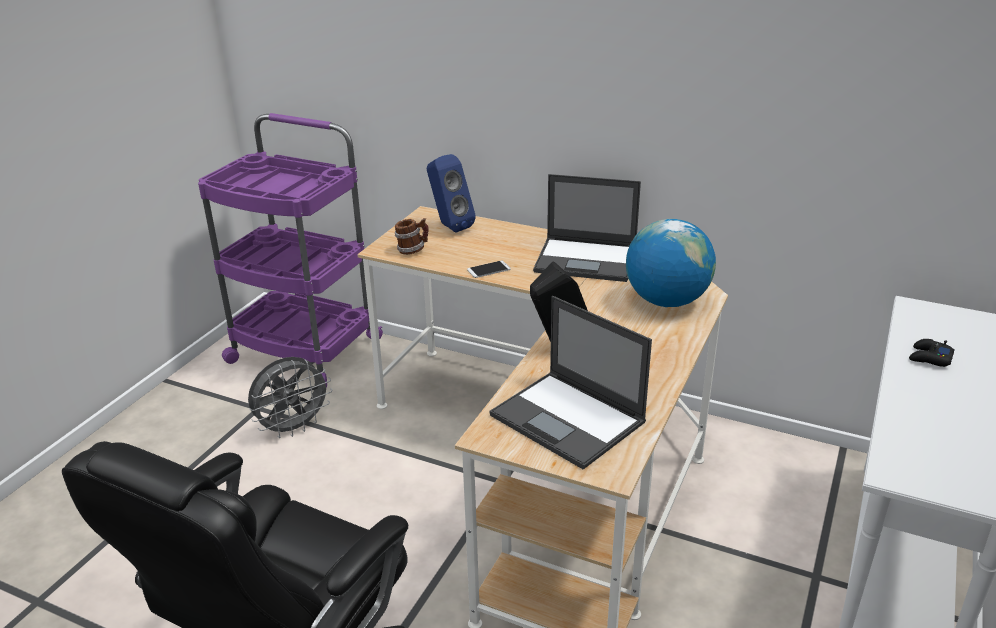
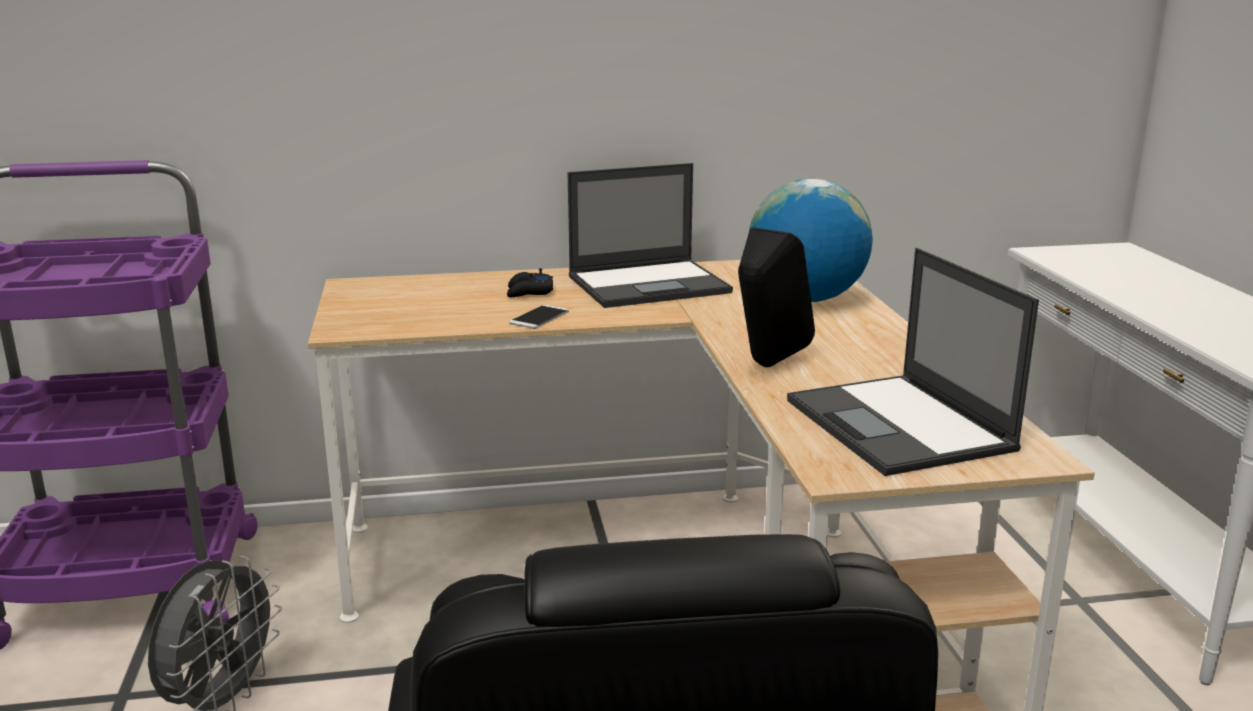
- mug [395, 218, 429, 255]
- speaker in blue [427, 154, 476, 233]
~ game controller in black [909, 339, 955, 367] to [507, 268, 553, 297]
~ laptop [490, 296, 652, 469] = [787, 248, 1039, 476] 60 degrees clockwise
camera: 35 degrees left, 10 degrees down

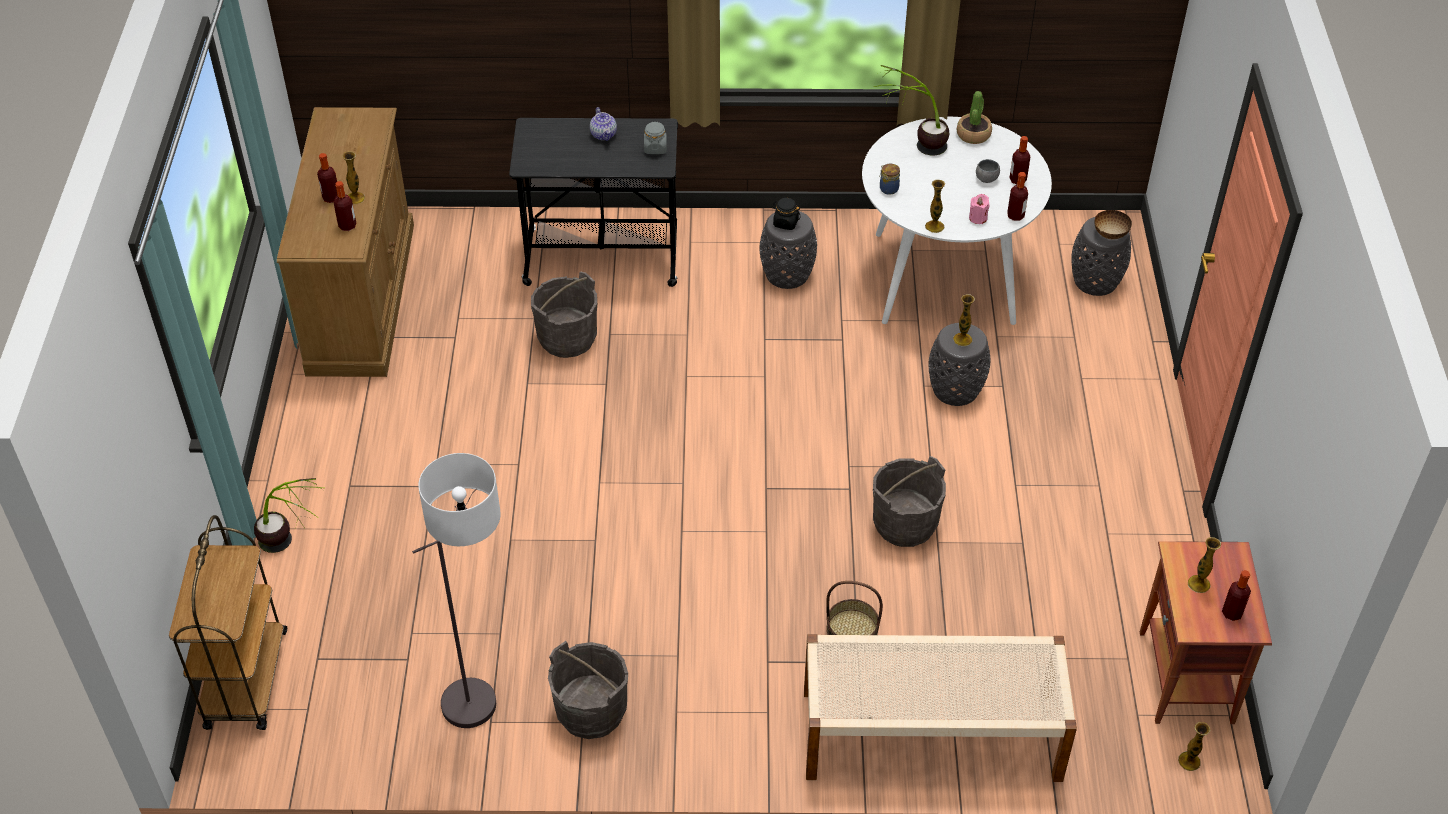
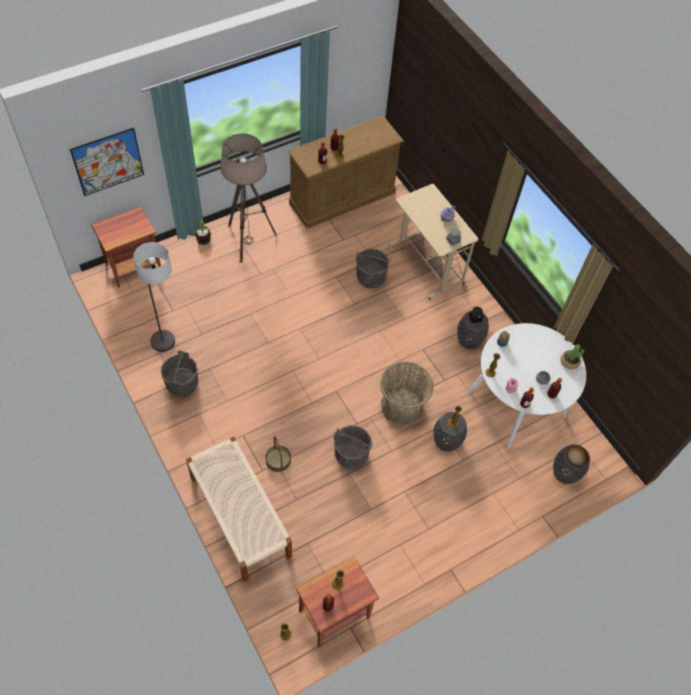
- potted plant [874, 65, 949, 155]
+ picture [70, 127, 144, 196]
+ floor lamp [221, 134, 277, 263]
+ basket [380, 362, 434, 425]
~ cart in brown [169, 515, 287, 730] to nightstand [91, 206, 161, 288]
~ desk in black [509, 118, 678, 287] to desk in beige [389, 184, 478, 301]
camera: 55 degrees right, 10 degrees up

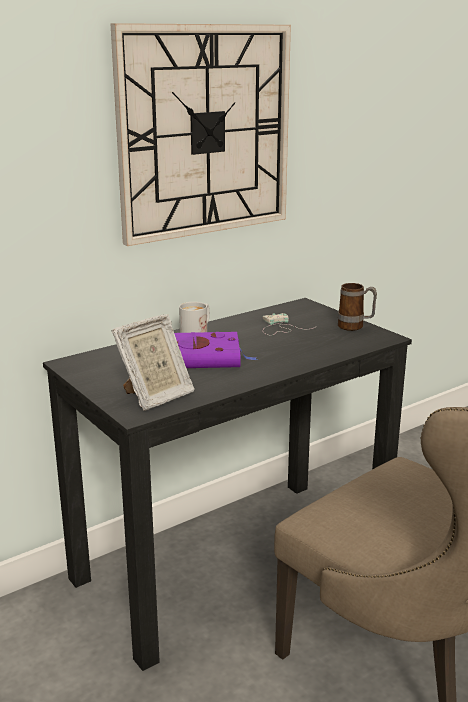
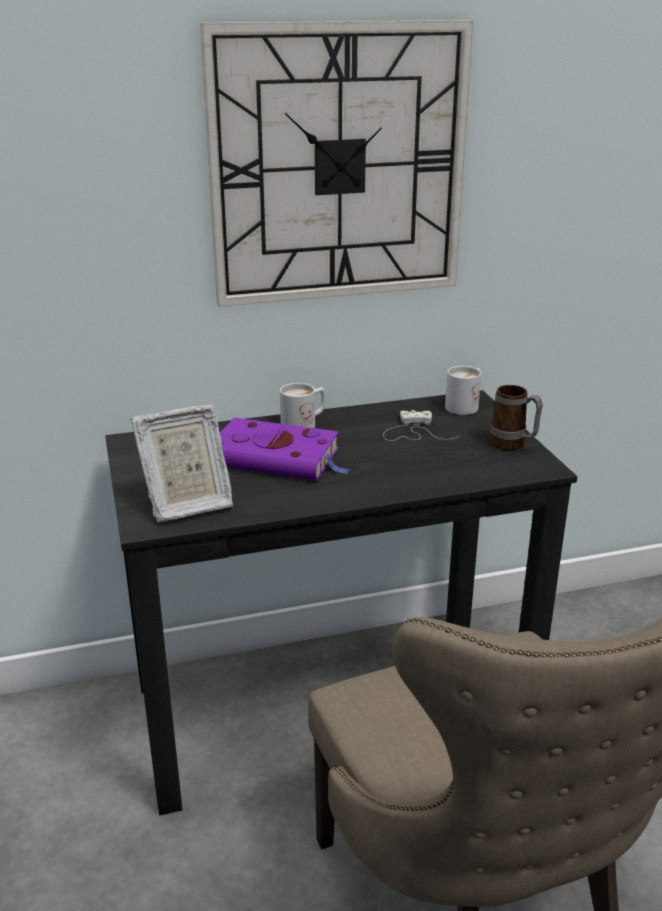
+ mug in white [445, 366, 481, 415]
camera: 20 degrees right, 5 degrees up

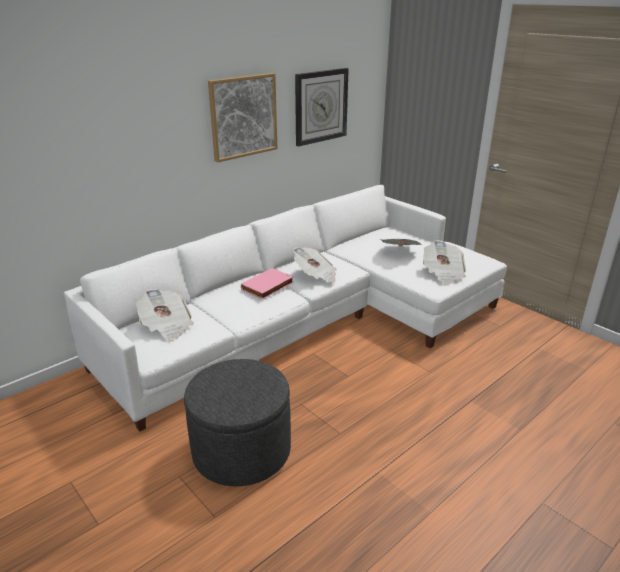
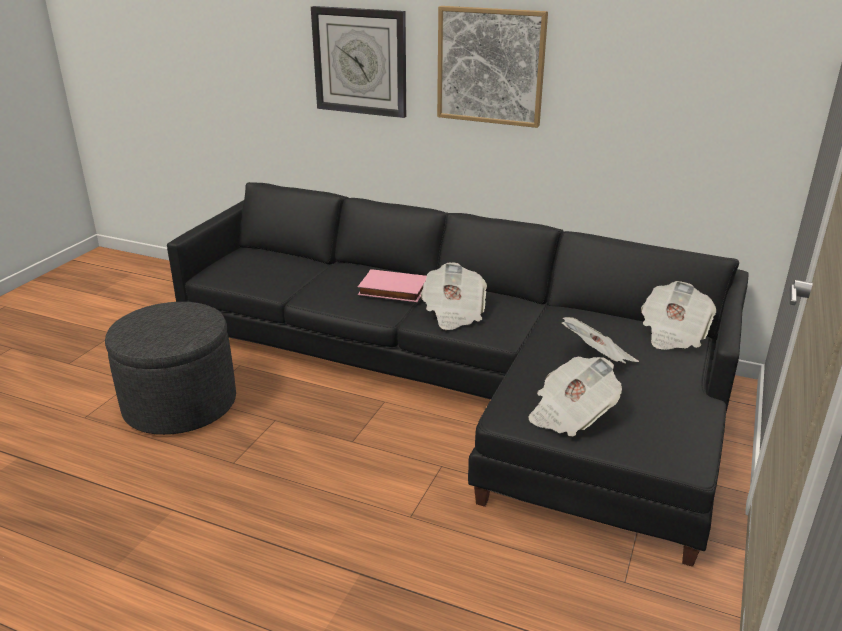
~ newspaper [136, 288, 194, 341] to [641, 281, 717, 350]
~ wall clock [295, 68, 349, 146] to [311, 6, 406, 118]
~ sofa in white [64, 185, 507, 432] to sofa in black [167, 182, 749, 567]
camera: 65 degrees right, 0 degrees up

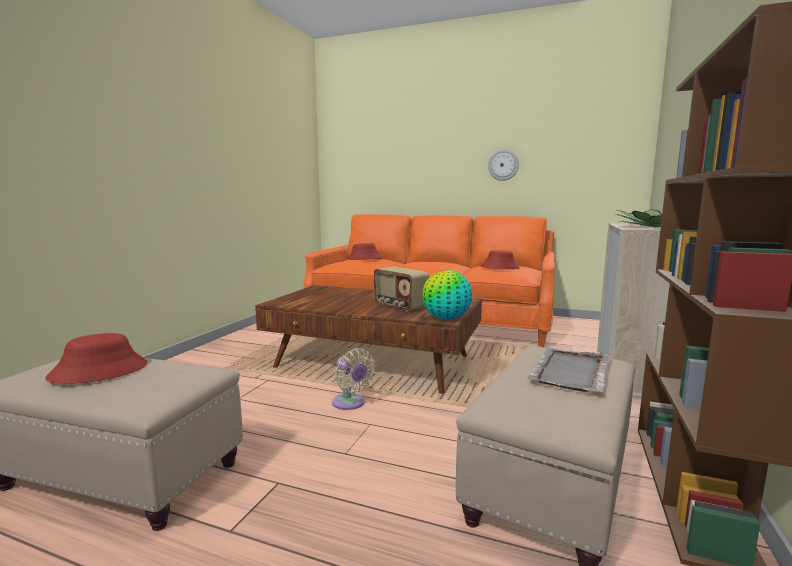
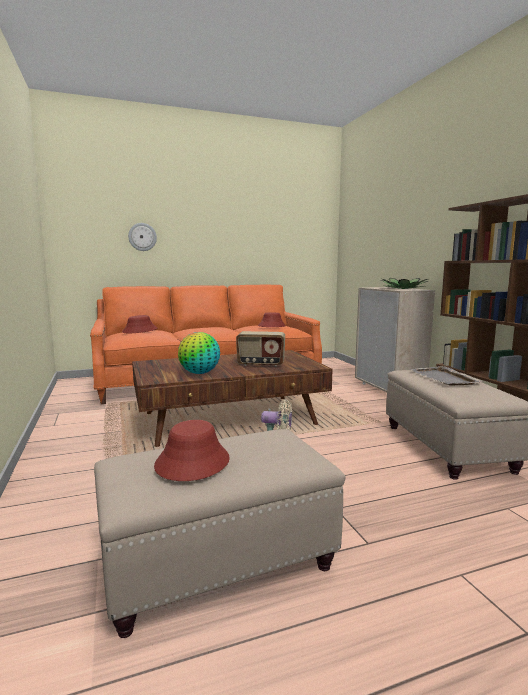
~ globe [422, 270, 473, 320] to [178, 332, 220, 374]
~ wall clock [488, 149, 519, 181] to [128, 223, 157, 251]
camera: 40 degrees left, 0 degrees up

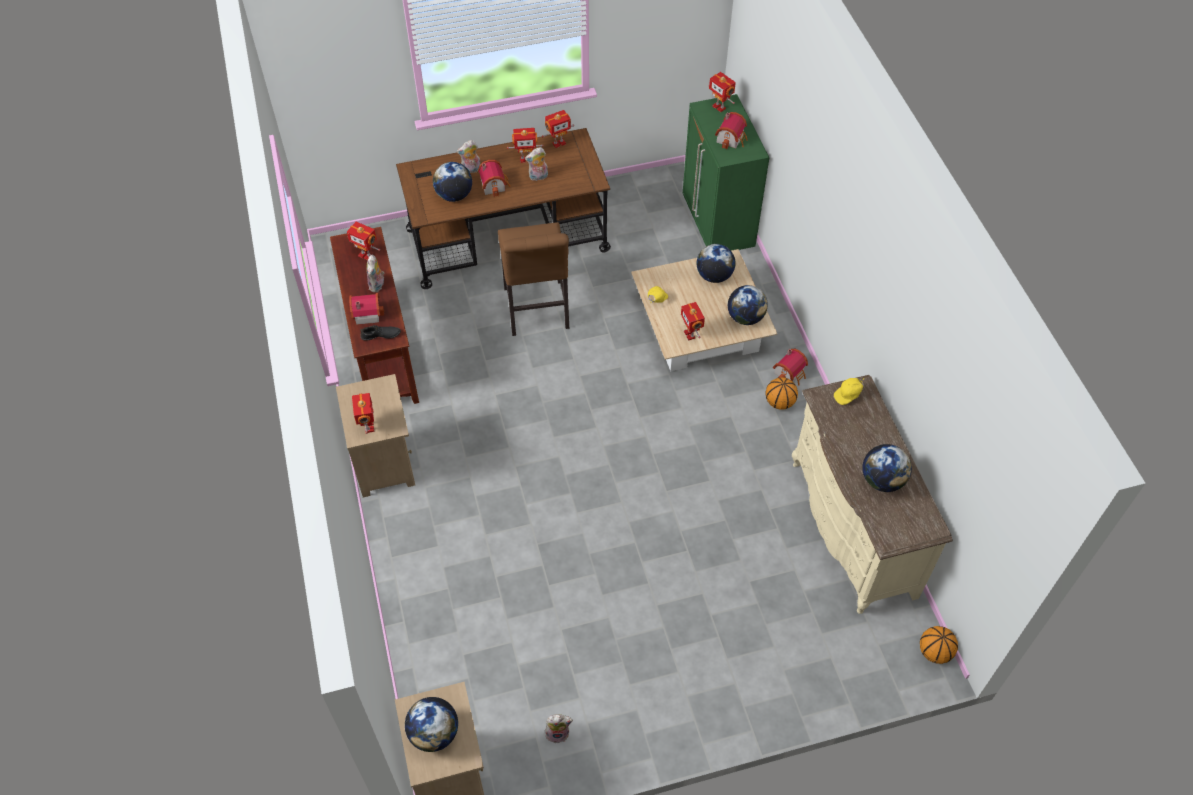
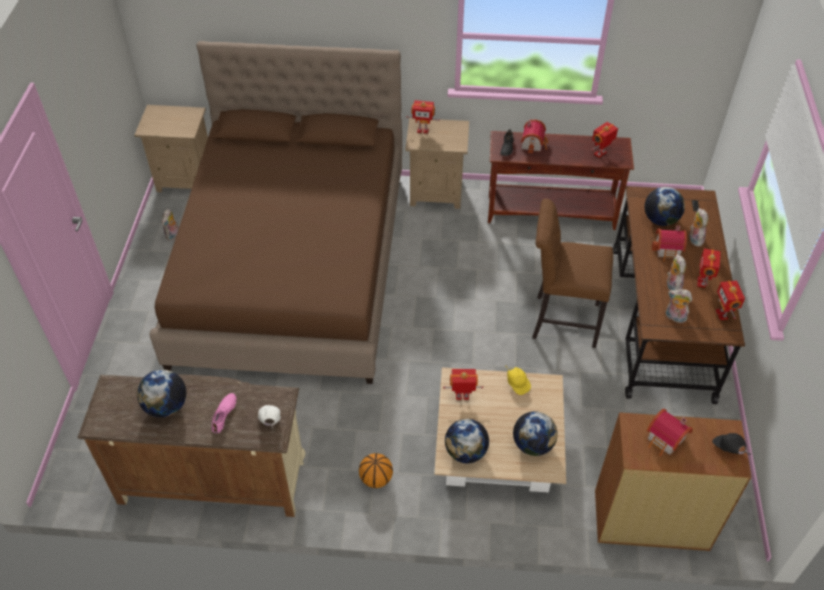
- globe [405, 697, 458, 752]
- toy house [773, 349, 808, 385]
- basketball [920, 626, 958, 664]
+ bed in brown [149, 41, 402, 384]
+ shoe in pink [211, 393, 237, 433]
~ plush toy [366, 255, 384, 292] to [666, 289, 692, 323]
~ toy robot [708, 72, 736, 112] to cap in black [712, 433, 751, 455]
~ cabinet in green [683, 94, 770, 251] to cabinet in brown [595, 412, 752, 551]
~ cap in yellow [834, 377, 865, 405] to cap in white [258, 405, 281, 429]
camera: 110 degrees right, 5 degrees down

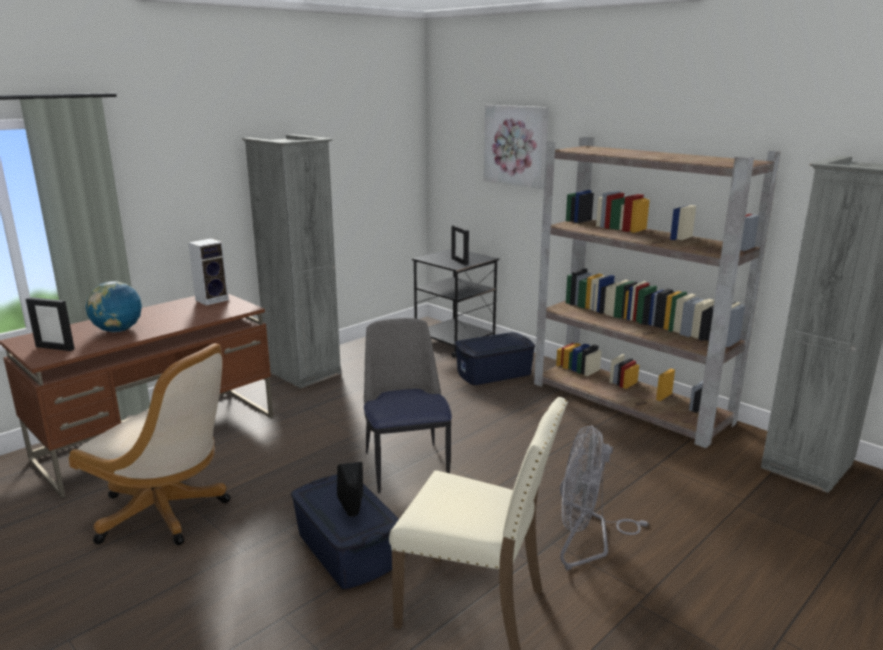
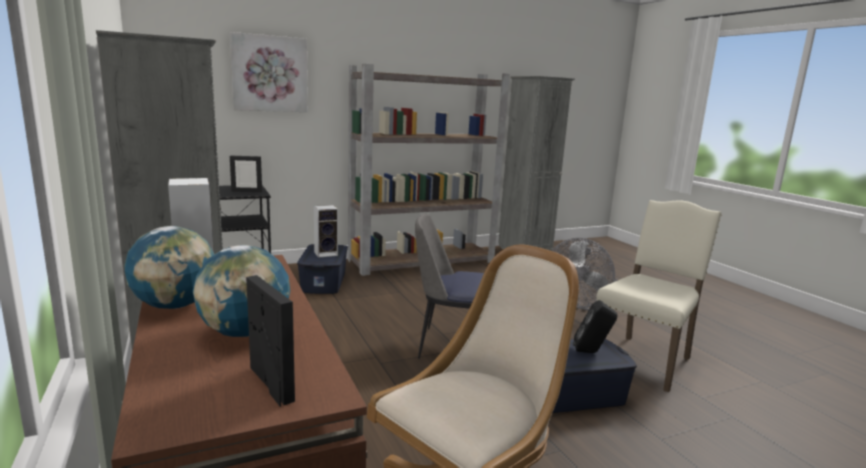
+ globe [125, 226, 214, 309]
+ speaker [314, 205, 338, 258]
~ picture frame [26, 297, 75, 351] = [246, 275, 295, 407] 75 degrees counterclockwise
camera: 70 degrees left, 5 degrees down

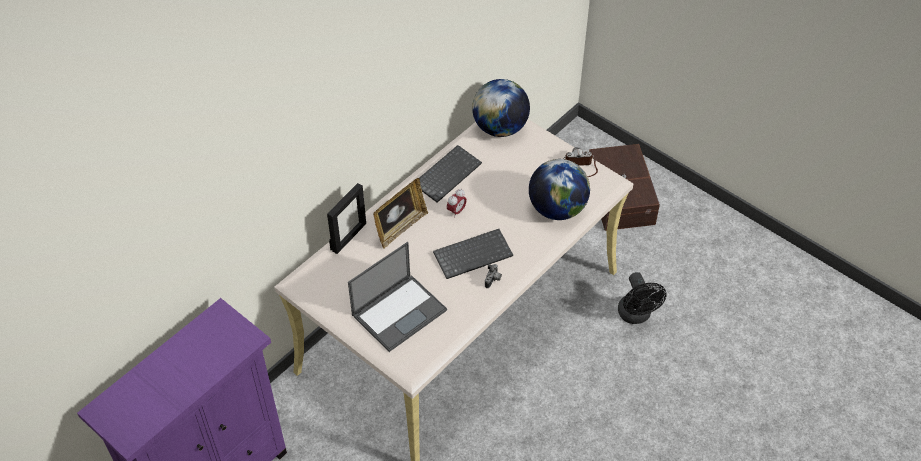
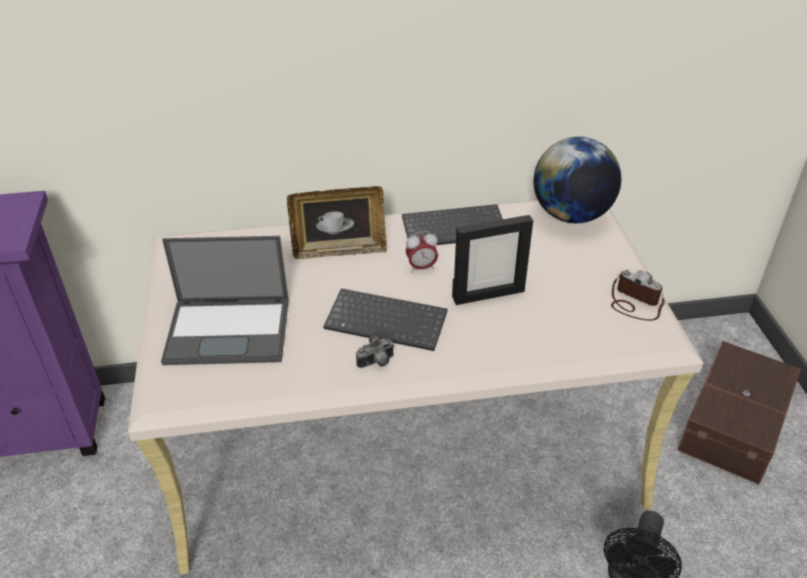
- globe [529, 159, 590, 220]
~ picture frame [327, 183, 366, 254] to [452, 215, 533, 305]
camera: 40 degrees right, 10 degrees down

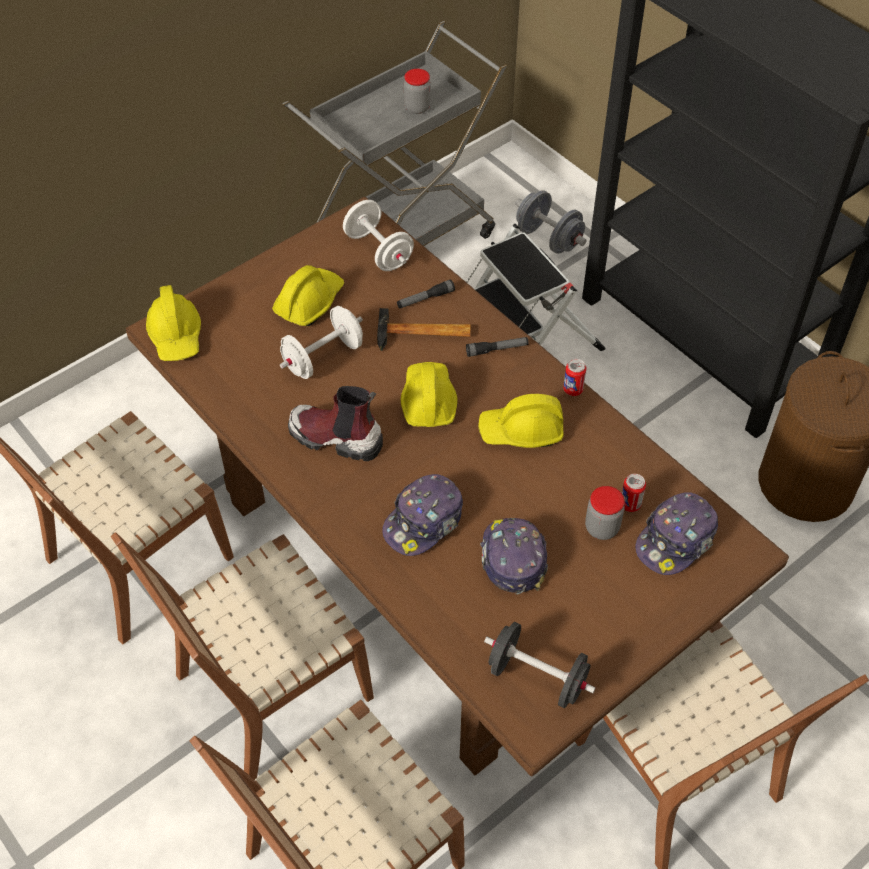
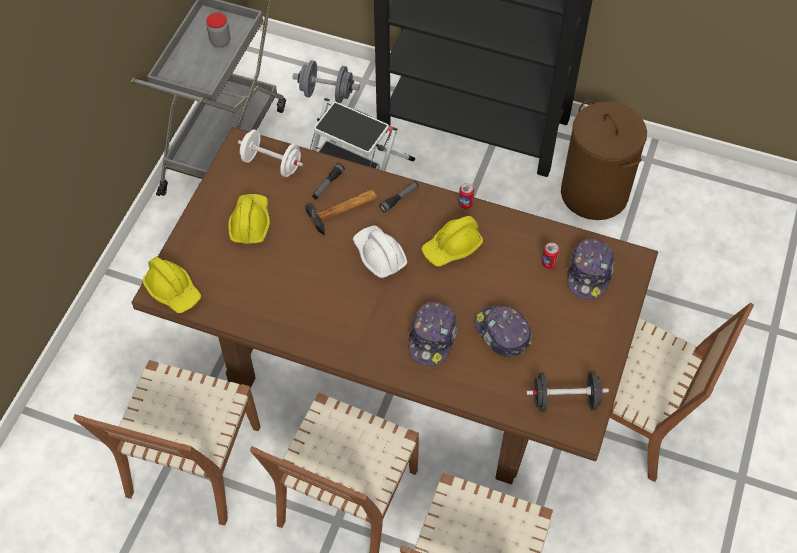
- dumbbell in white [280, 306, 363, 379]
- boot [288, 386, 383, 461]
- jar [585, 486, 625, 540]
~ hard hat in yellow [401, 362, 458, 427] to hard hat in white [353, 226, 407, 278]
camera: 30 degrees left, 5 degrees up

